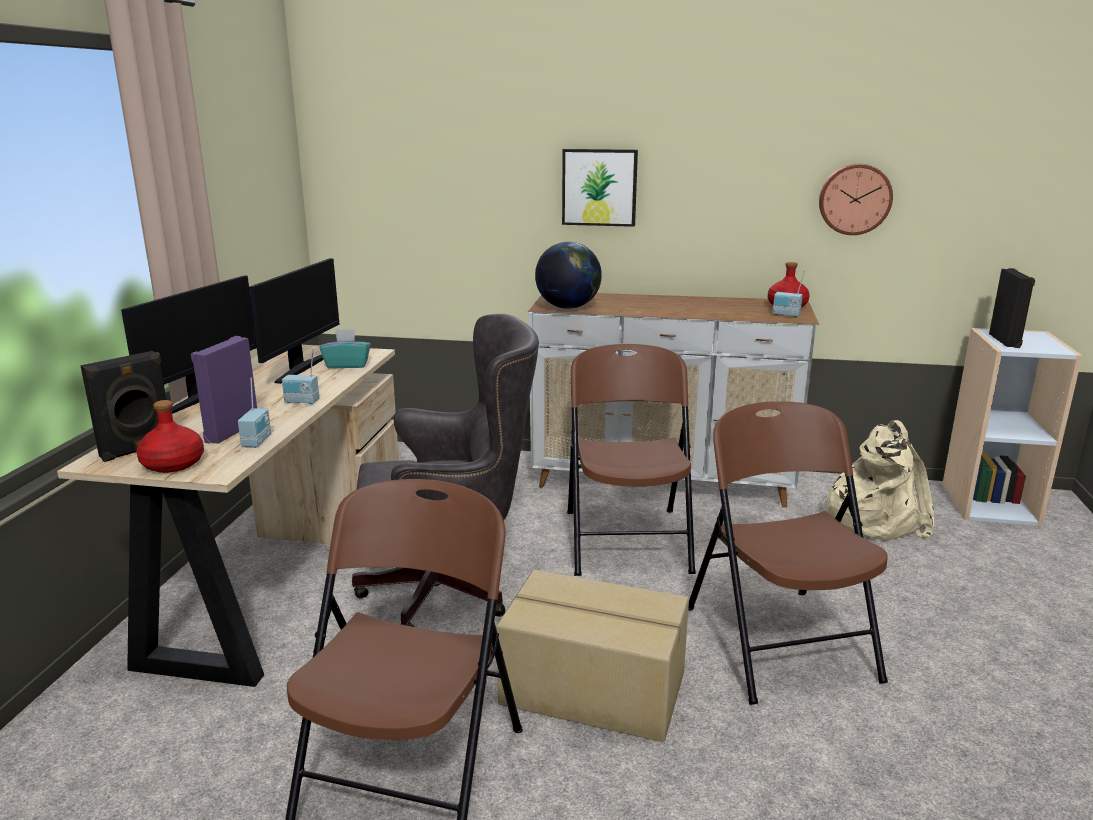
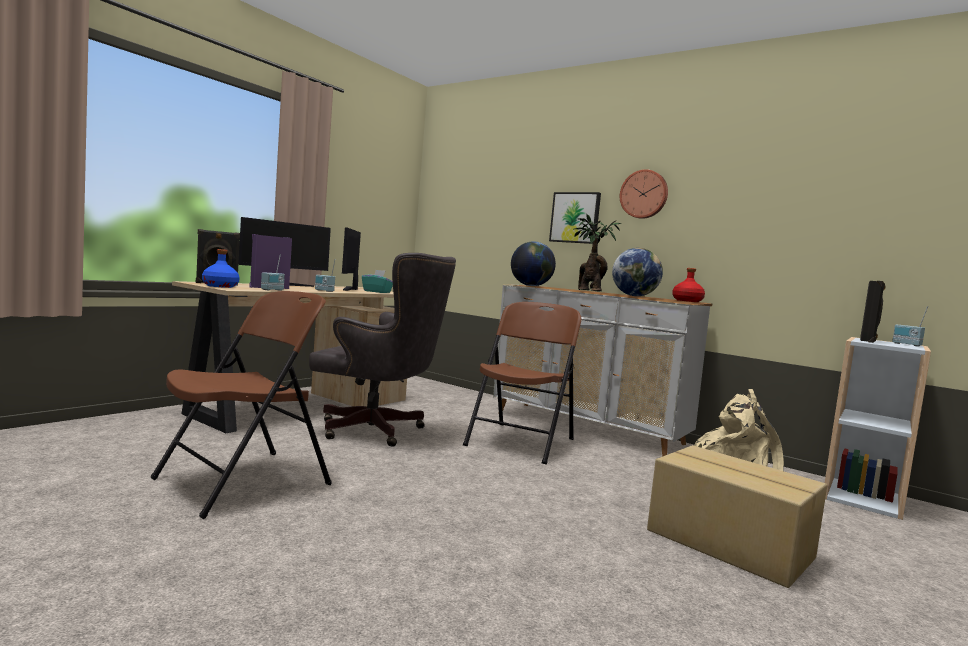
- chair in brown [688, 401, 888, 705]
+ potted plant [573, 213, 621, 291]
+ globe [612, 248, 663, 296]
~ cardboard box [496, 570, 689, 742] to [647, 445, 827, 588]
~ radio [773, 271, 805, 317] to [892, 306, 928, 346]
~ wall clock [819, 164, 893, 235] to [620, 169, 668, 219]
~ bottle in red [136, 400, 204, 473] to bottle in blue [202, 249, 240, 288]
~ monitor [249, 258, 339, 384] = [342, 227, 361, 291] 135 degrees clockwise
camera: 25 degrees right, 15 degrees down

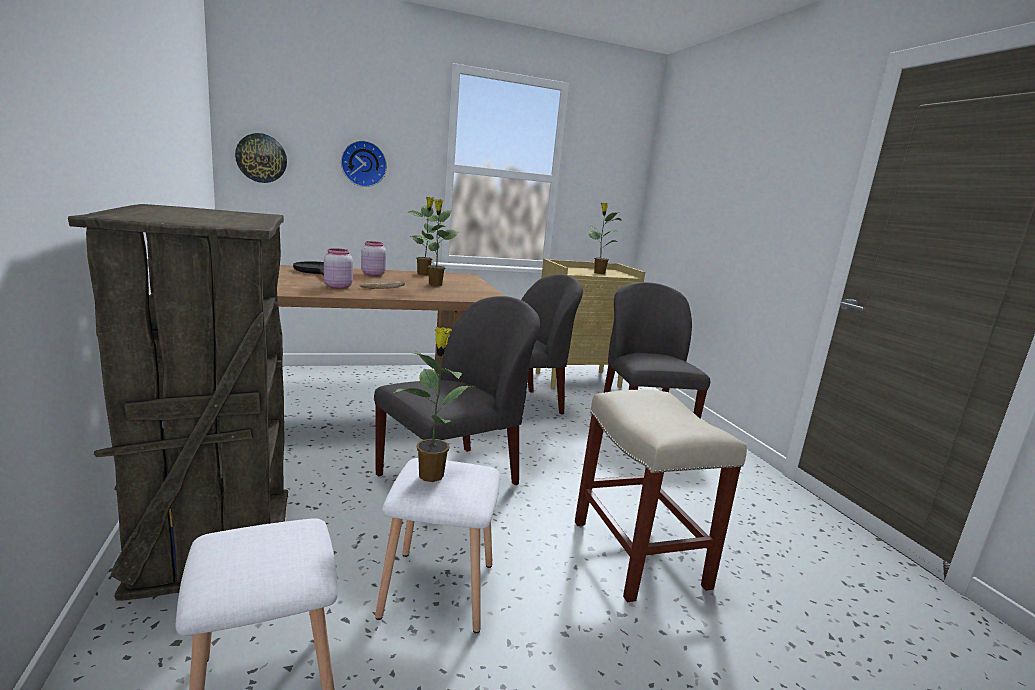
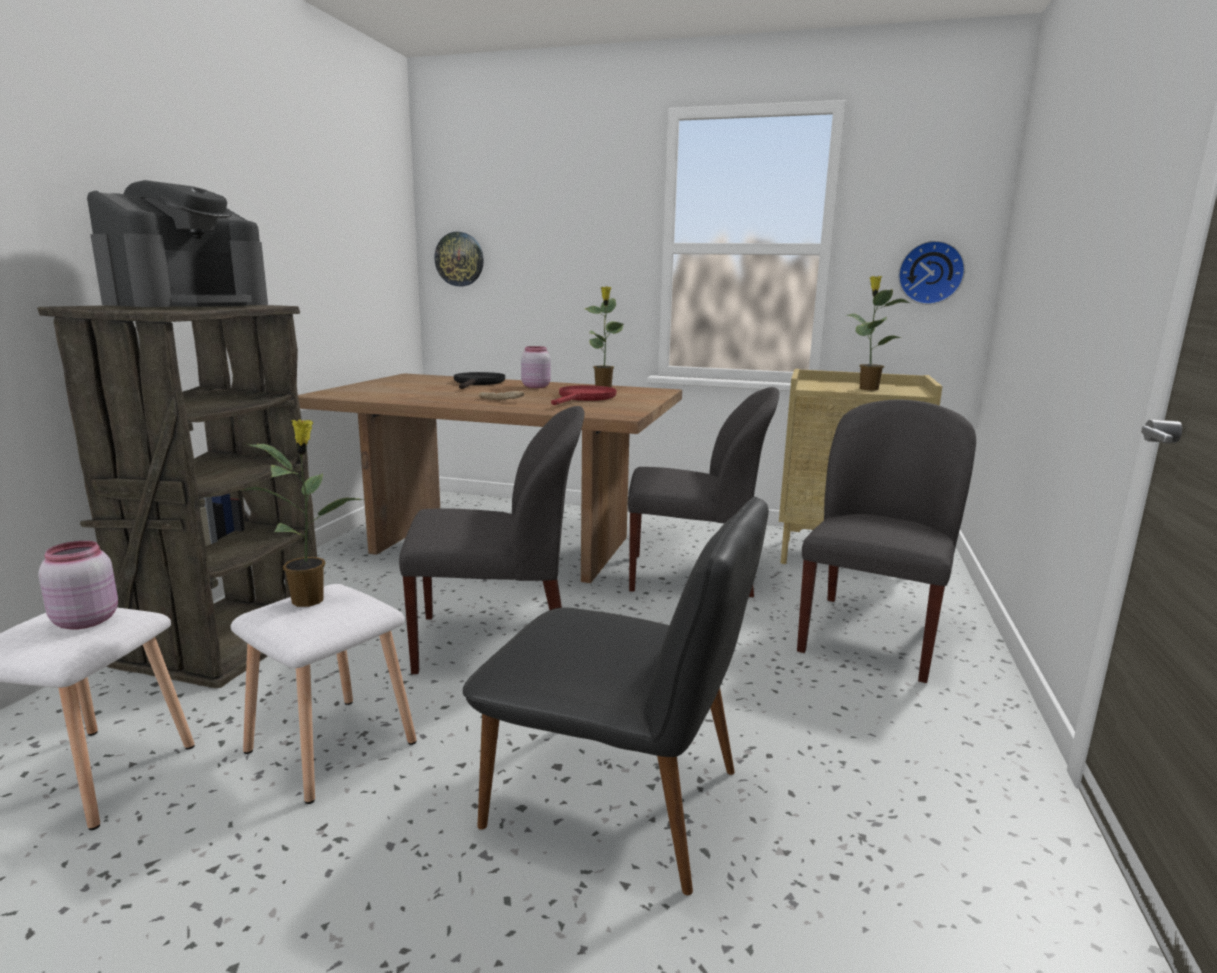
+ coffee machine [87, 180, 268, 307]
~ jar in pink [324, 248, 353, 289] to [38, 541, 118, 629]
~ wall clock [341, 140, 387, 187] to [898, 240, 965, 305]
~ potted plant [416, 199, 459, 286] to frying pan in red [551, 385, 616, 405]
~ stool in beige [575, 390, 747, 602] to chair in black [463, 496, 769, 895]
camera: 35 degrees right, 0 degrees up

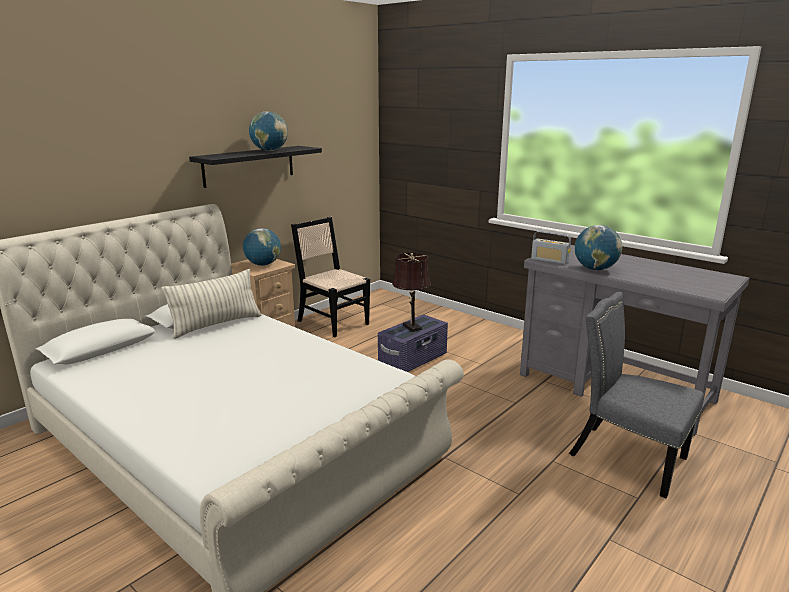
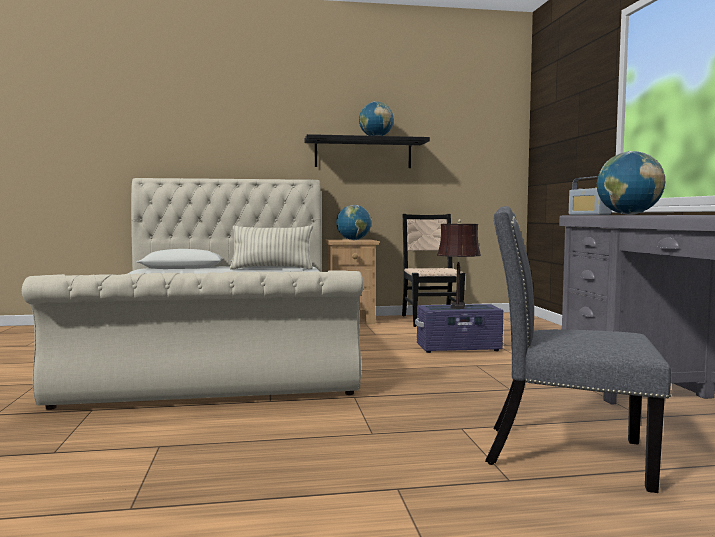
~ chair in grey [569, 292, 704, 498] = [485, 206, 671, 493] 60 degrees counterclockwise
camera: 40 degrees right, 15 degrees down

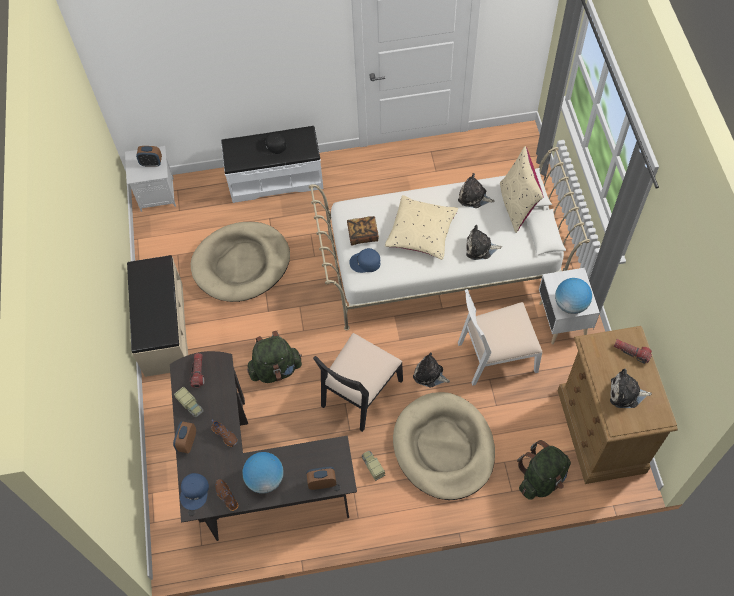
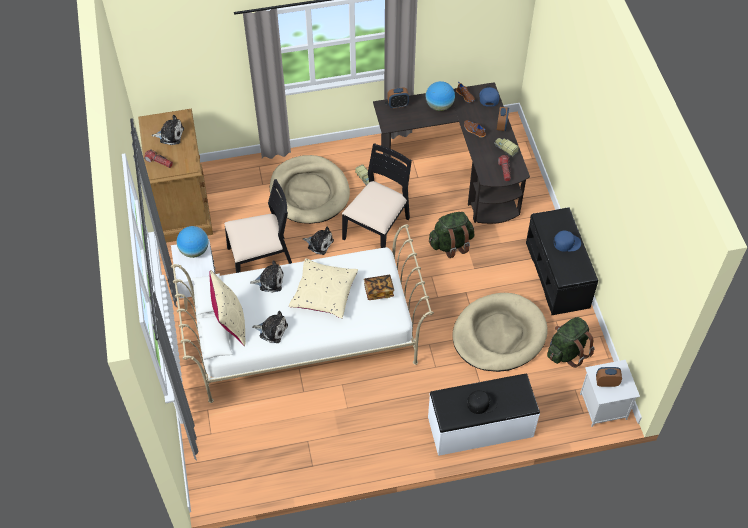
~ cap in blue [349, 248, 381, 273] to [554, 231, 581, 252]
~ backpack in green [517, 440, 571, 500] to [547, 317, 594, 368]
~ bench in beige [127, 255, 188, 377] to bench in black [526, 207, 598, 315]
~ chair in white [458, 289, 543, 386] to chair in black [224, 179, 292, 273]
camera: 175 degrees right, 5 degrees down

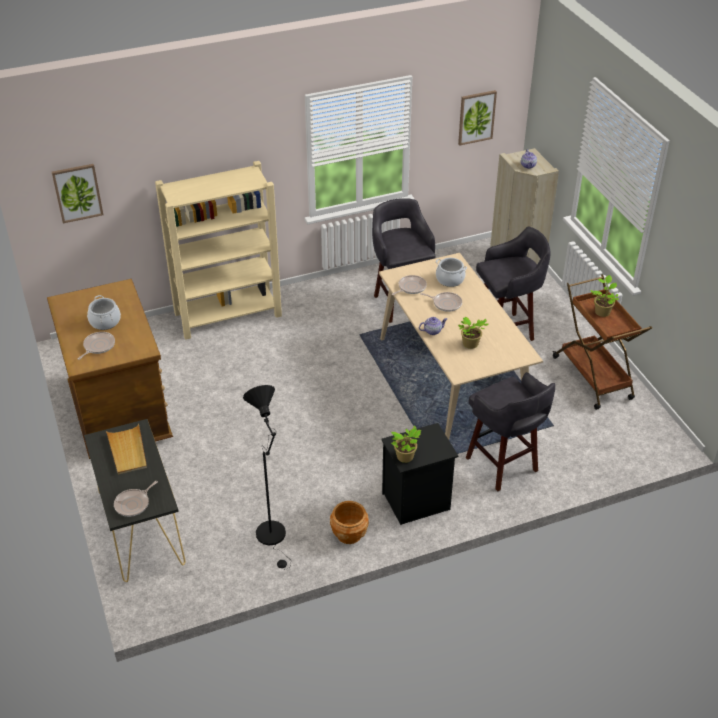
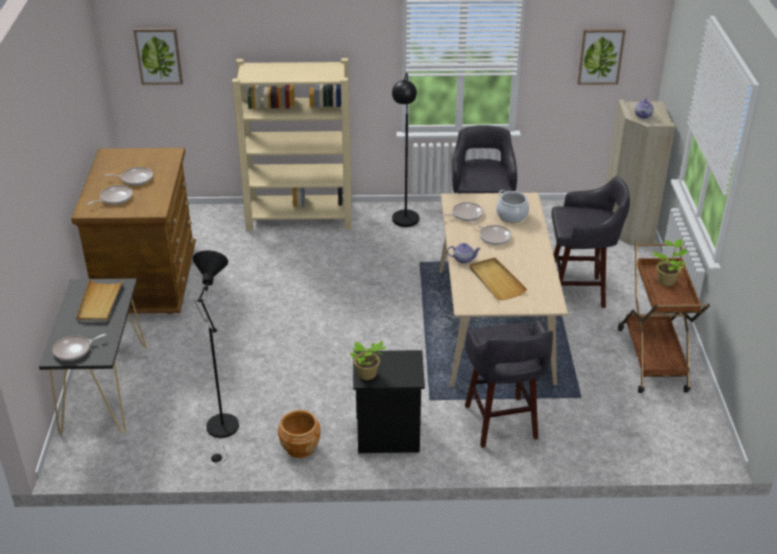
+ floor lamp in black [392, 73, 419, 227]
~ cooking pot [87, 295, 121, 330] to frying pan [105, 167, 153, 186]
~ potted plant [458, 317, 489, 349] to tray in beige [469, 258, 527, 300]
camera: 20 degrees right, 5 degrees down

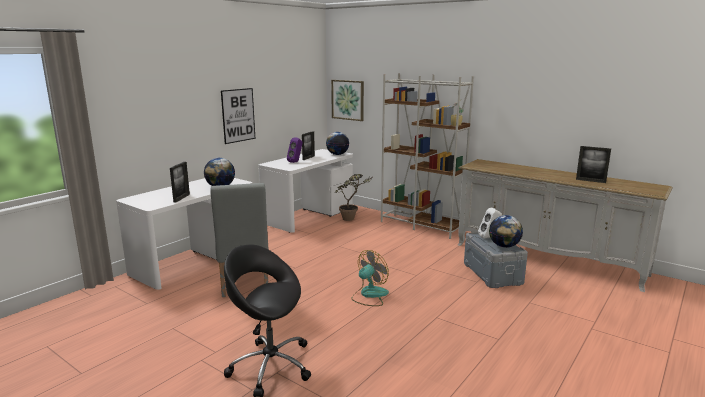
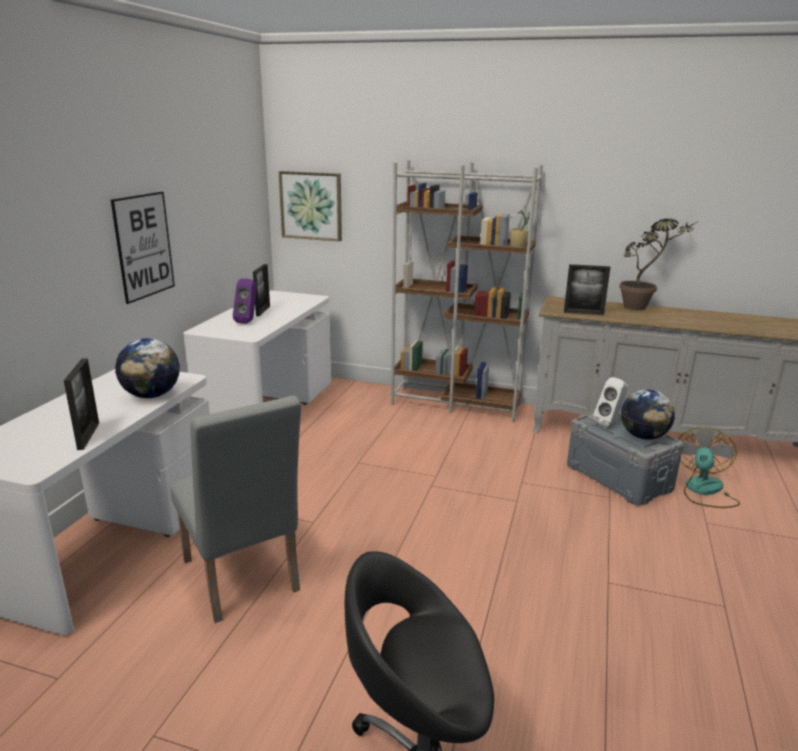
- globe [326, 132, 349, 155]
~ potted plant [335, 174, 371, 221] to [619, 218, 697, 310]
~ fan [351, 250, 389, 306] to [677, 427, 740, 508]
~ picture frame [576, 146, 611, 183] to [564, 264, 611, 315]
camera: 20 degrees left, 5 degrees up

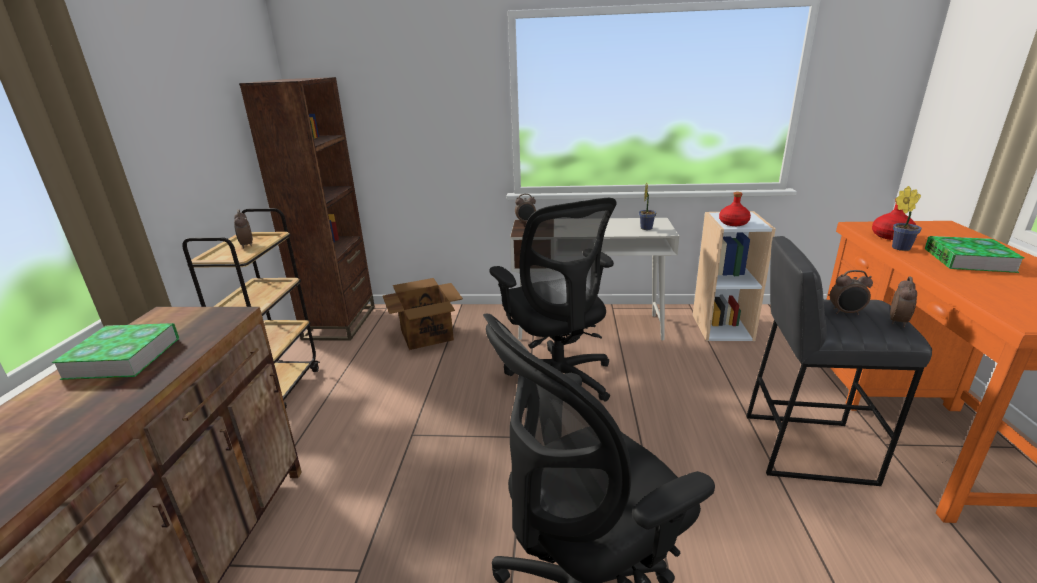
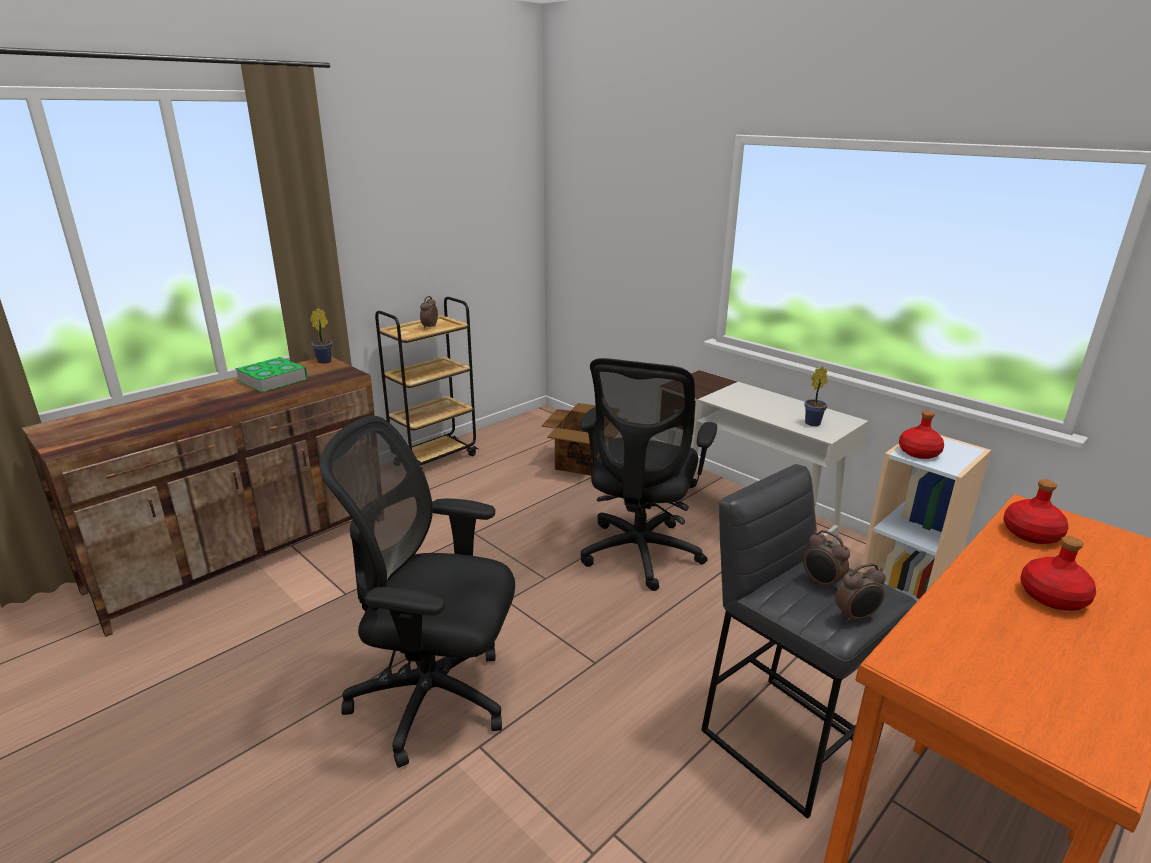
- bookcase in brown [239, 77, 375, 341]
- alarm clock [515, 194, 536, 222]
~ potted plant [892, 186, 922, 251] to [310, 308, 332, 364]
~ book [925, 236, 1025, 273] to bottle in red [1020, 536, 1096, 611]
camera: 40 degrees right, 0 degrees up

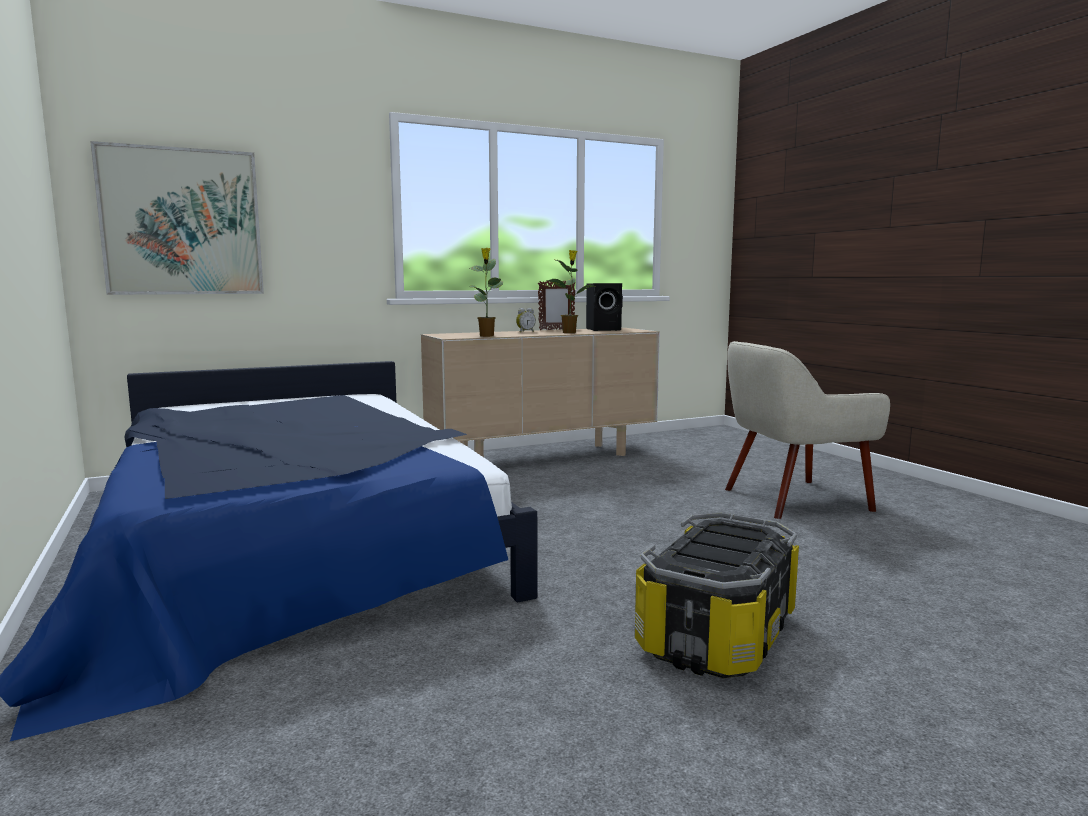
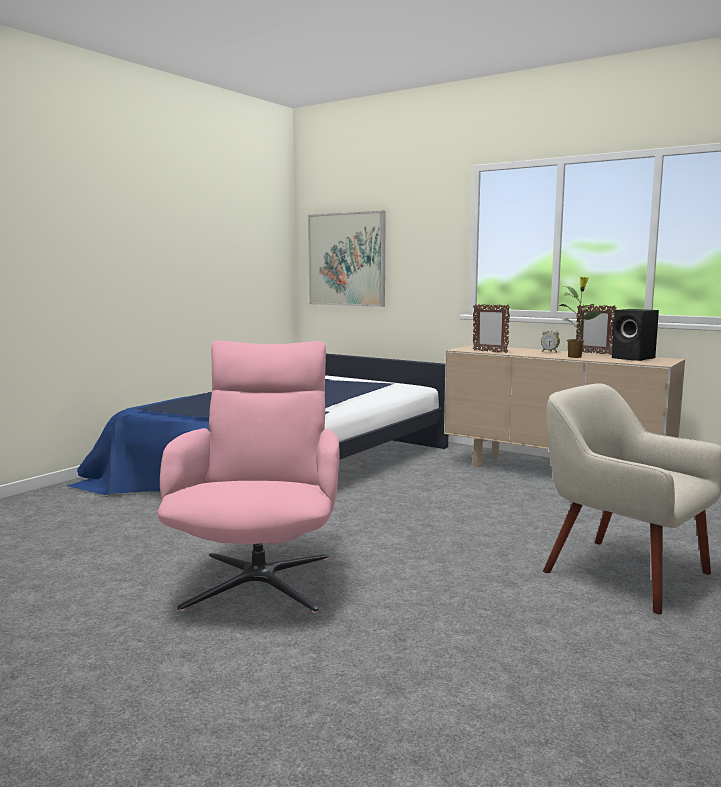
~ potted plant [469, 248, 503, 337] to picture frame [473, 304, 510, 353]
~ storage box [635, 512, 799, 678] to armchair in pink [158, 341, 340, 613]
camera: 60 degrees right, 0 degrees up

